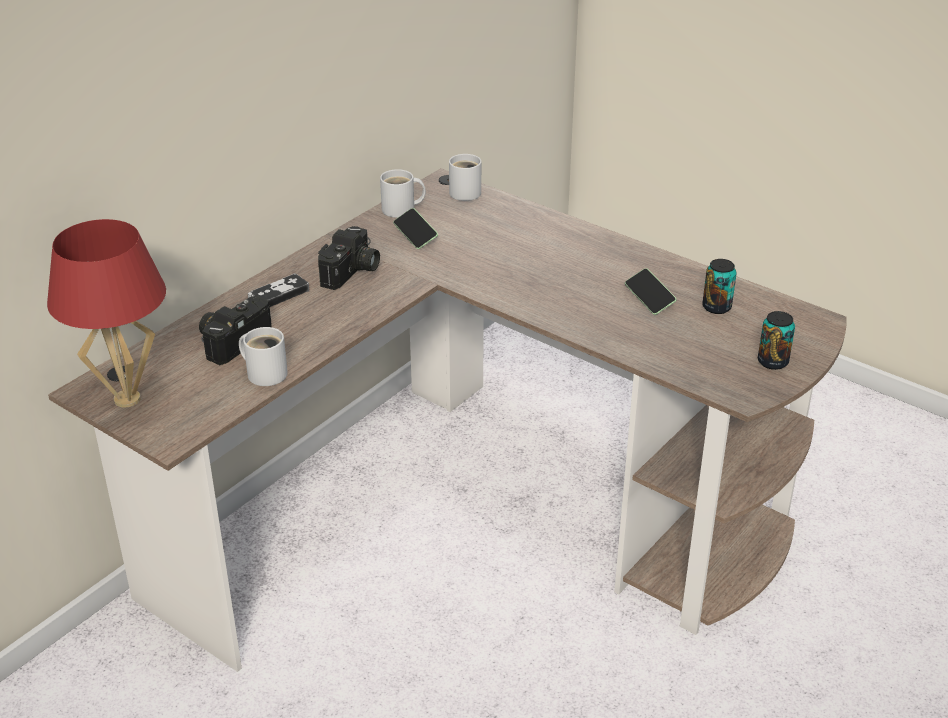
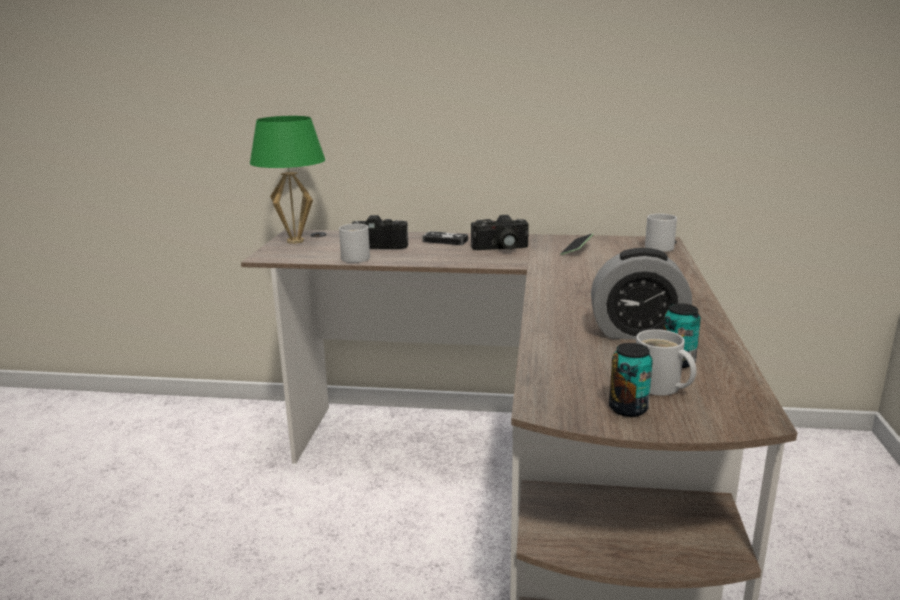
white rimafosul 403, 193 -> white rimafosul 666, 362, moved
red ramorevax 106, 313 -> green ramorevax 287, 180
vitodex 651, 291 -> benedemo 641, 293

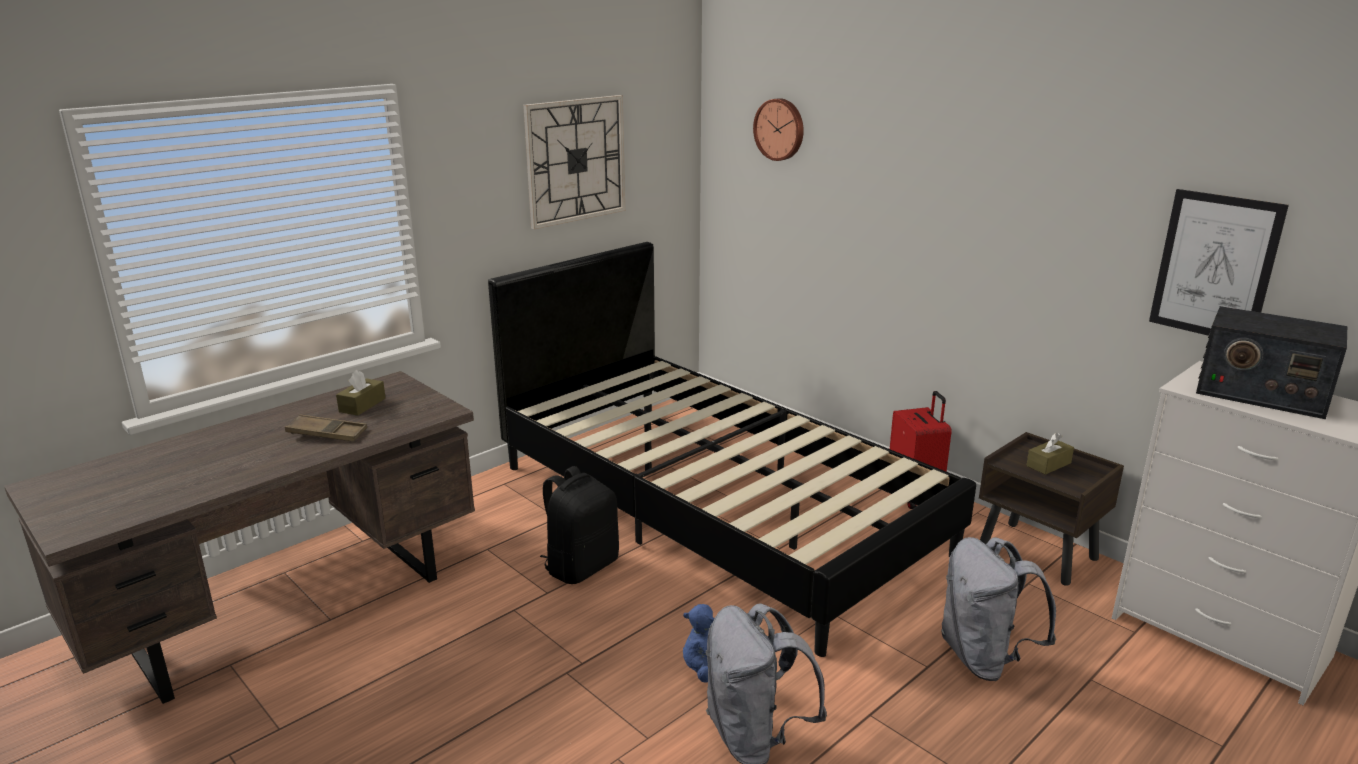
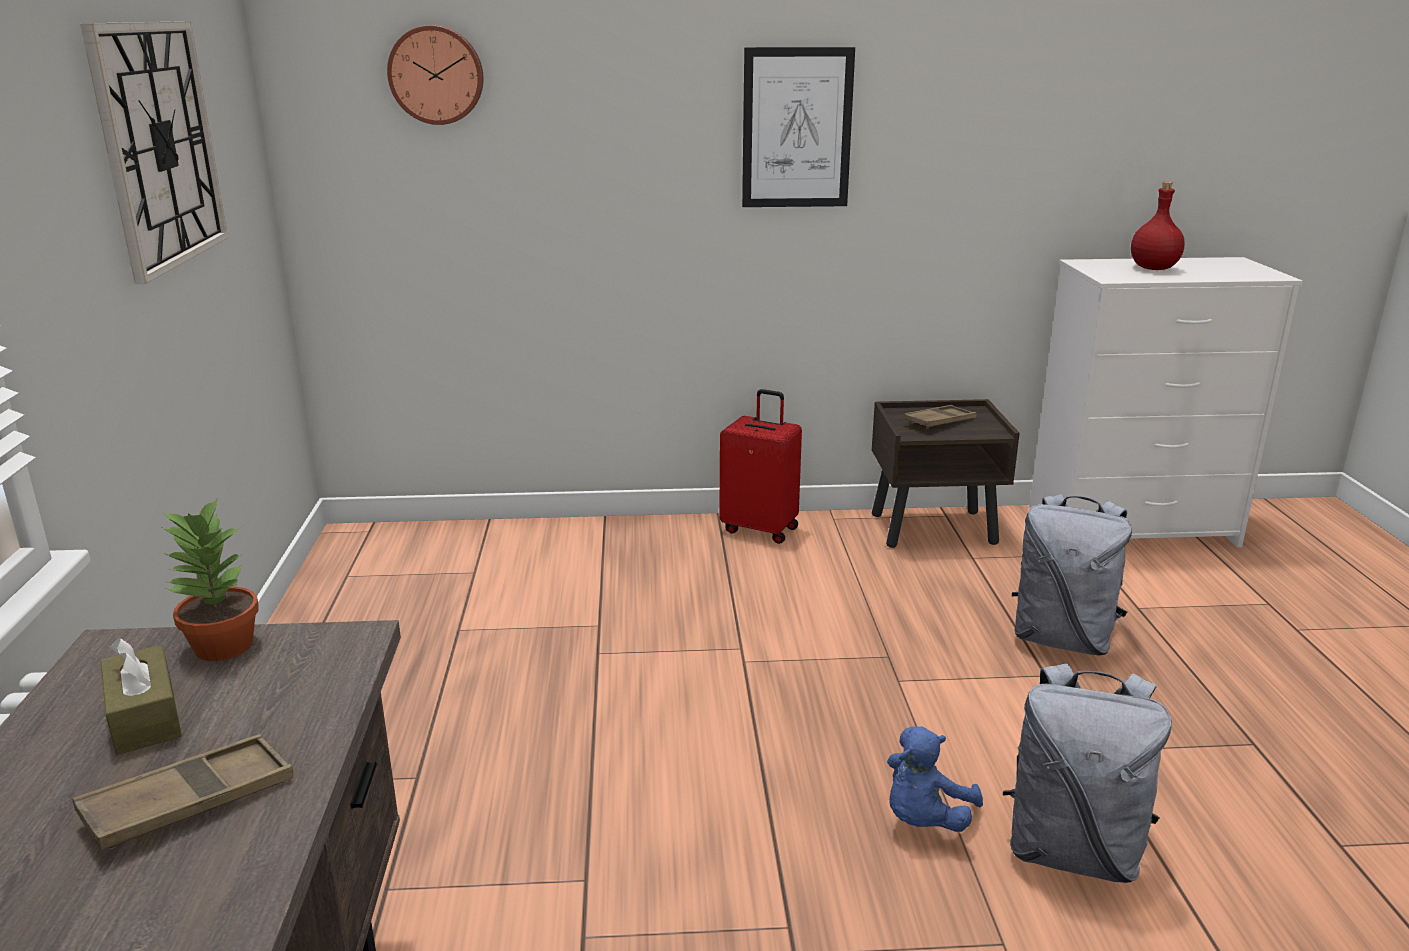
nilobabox 1219, 262 -> nilobabox 798, 127, moved
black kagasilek 732, 449 -> none
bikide 1271, 362 -> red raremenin 1158, 226
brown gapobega 1050, 454 -> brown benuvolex 940, 417
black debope 579, 525 -> none
none -> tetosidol 210, 579

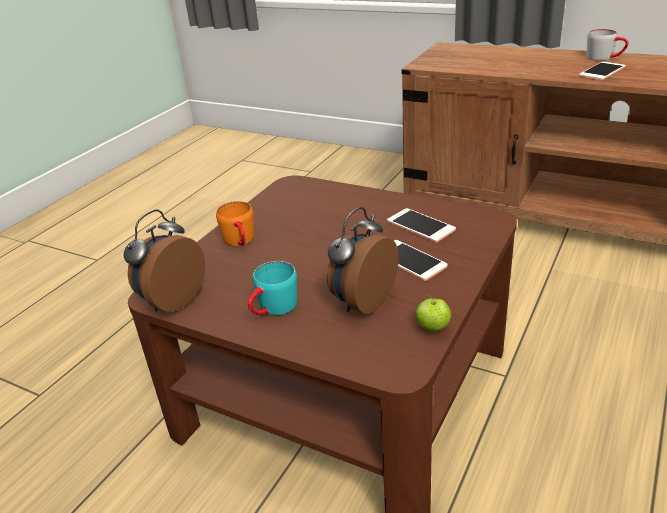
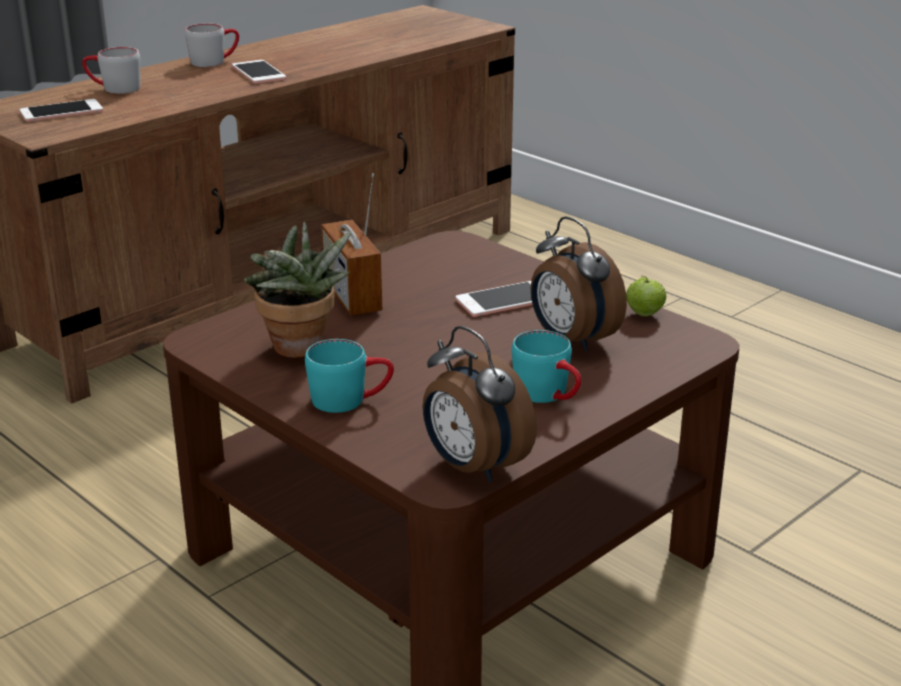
orange rimafosul 235, 223 -> turquoise rimafosul 349, 376
vitodex 421, 225 -> vitodex 61, 110, moved
none -> grey rimafosul 111, 70
none -> bikide 351, 244
none -> tetosidol 297, 290

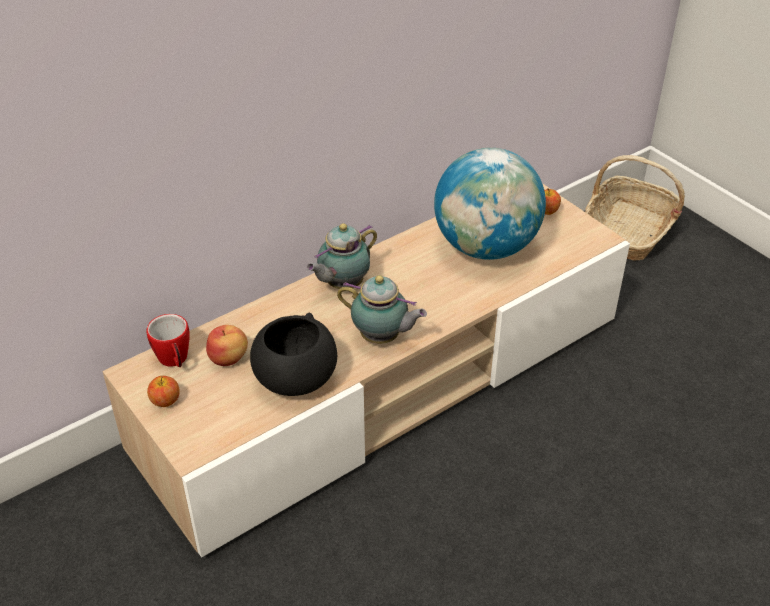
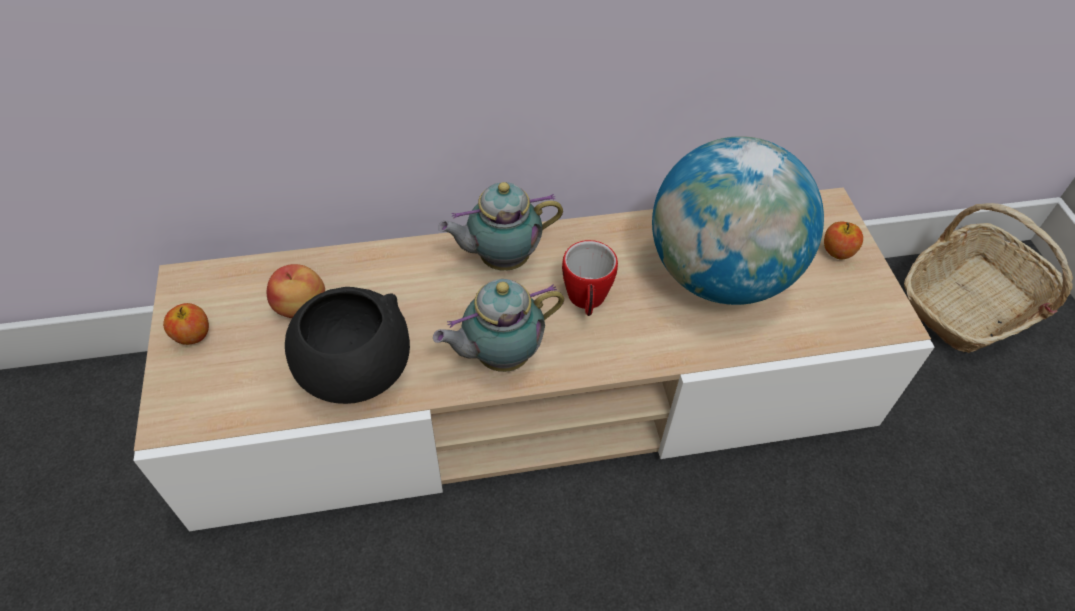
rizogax 382, 309 -> rizogax 498, 325, 105 degrees clockwise
rimafosul 168, 340 -> rimafosul 590, 278, moved

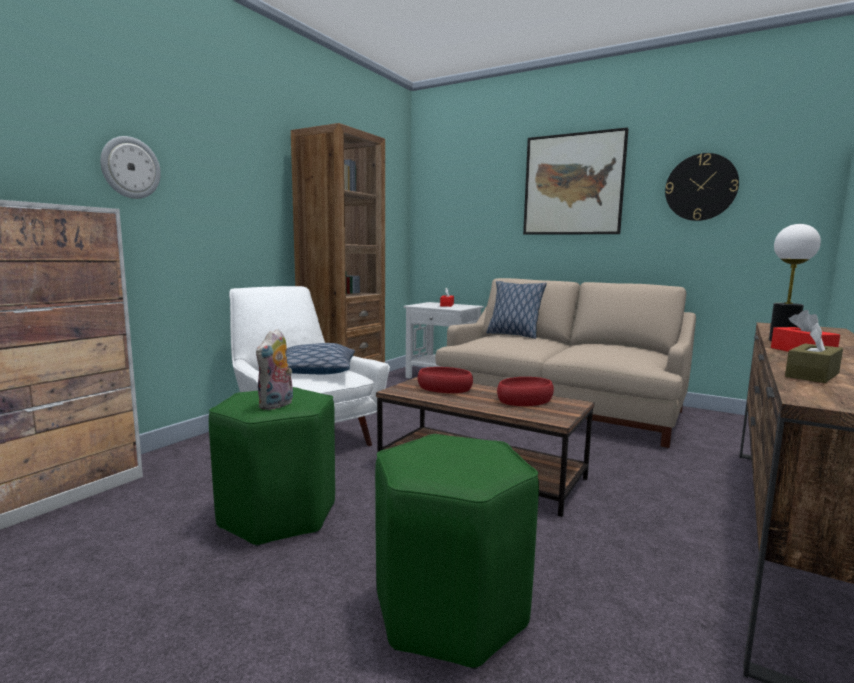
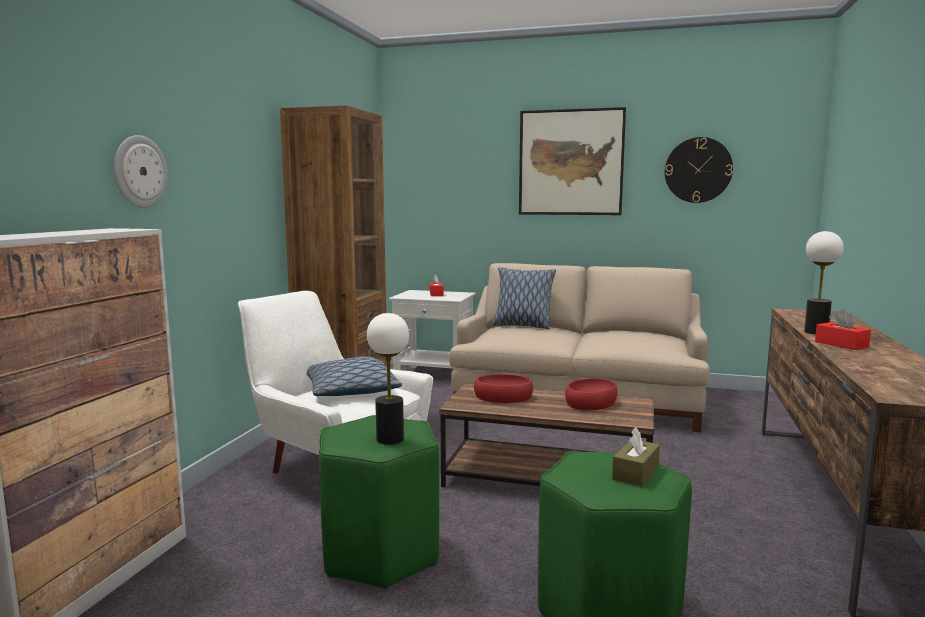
brown gapobega 814, 353 -> brown gapobega 636, 457, moved
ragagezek 274, 369 -> ramorevax 388, 379

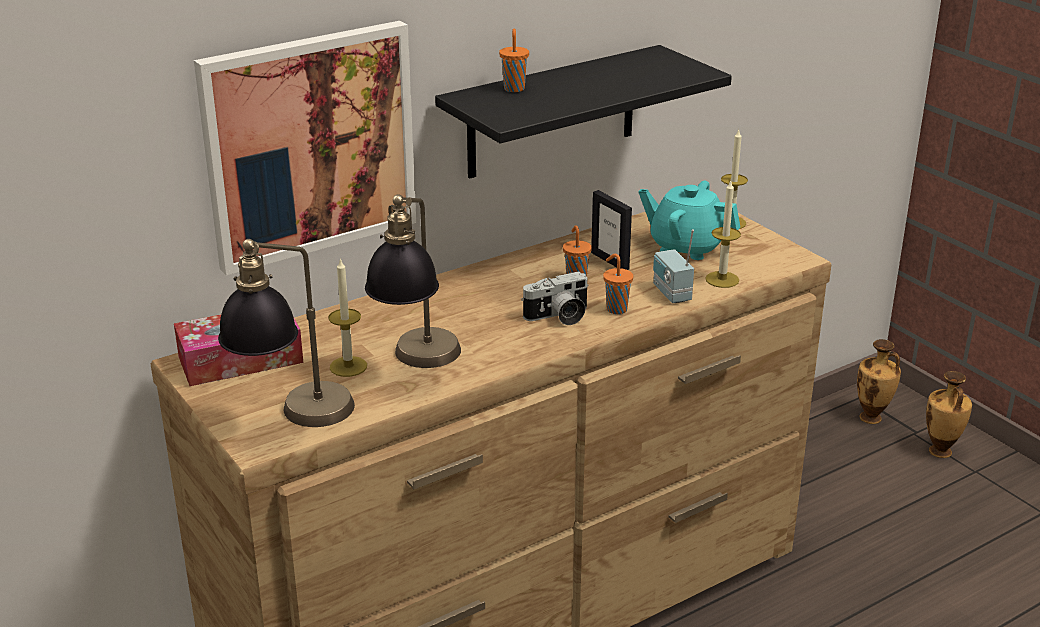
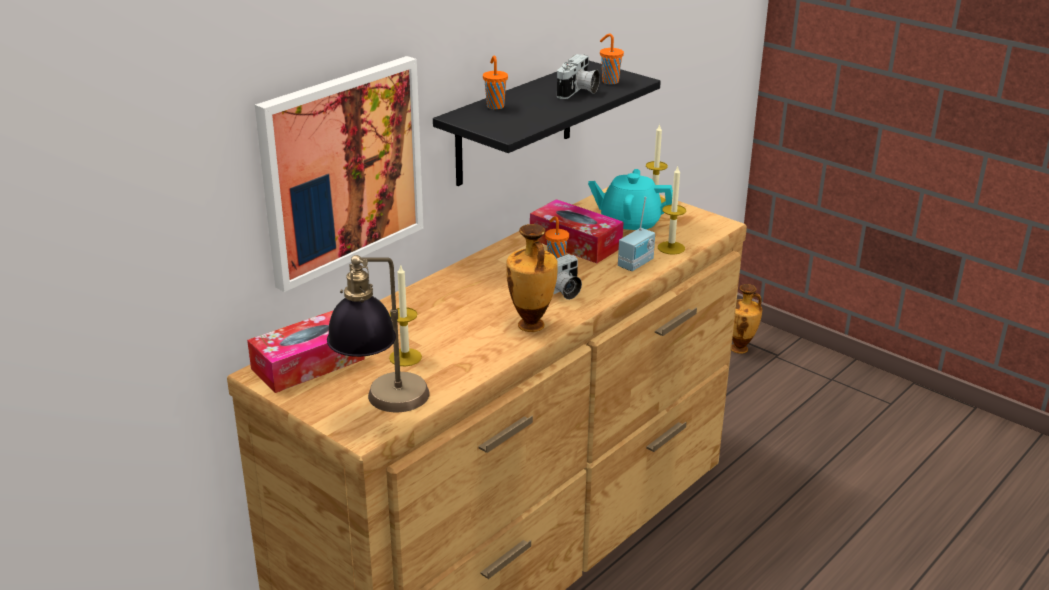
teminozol 611, 230 -> gapobega 577, 231
ramorevax 413, 281 -> none
bikide 673, 266 -> bikide 636, 234, 105 degrees counterclockwise
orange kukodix 618, 284 -> orange kukodix 612, 59, moved
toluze 949, 414 -> toluze 532, 278, moved
none -> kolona 578, 76

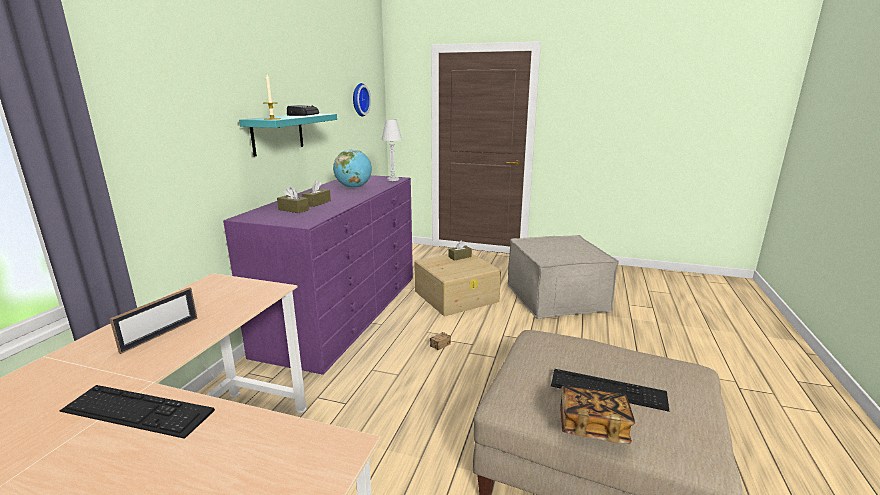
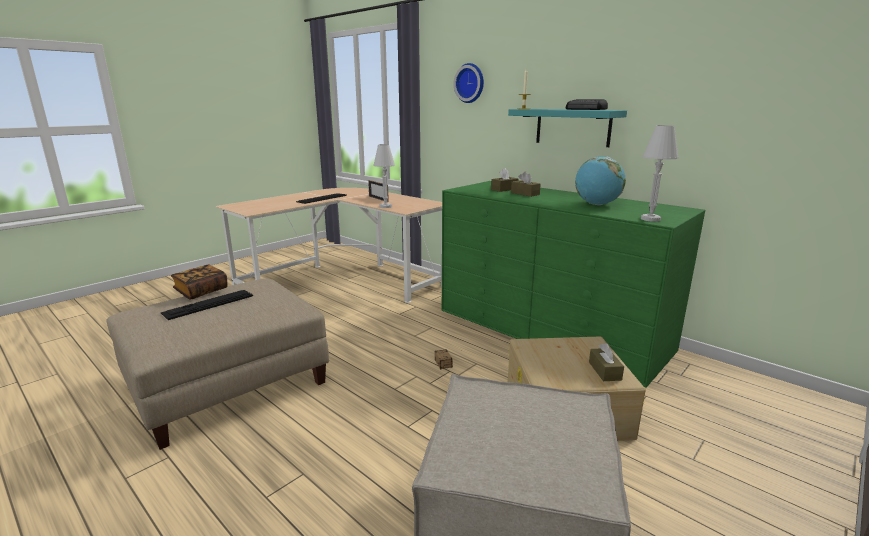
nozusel 362, 100 -> nozusel 469, 83, moved
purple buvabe 318, 275 -> green buvabe 573, 284
none -> white ramorevax 384, 176

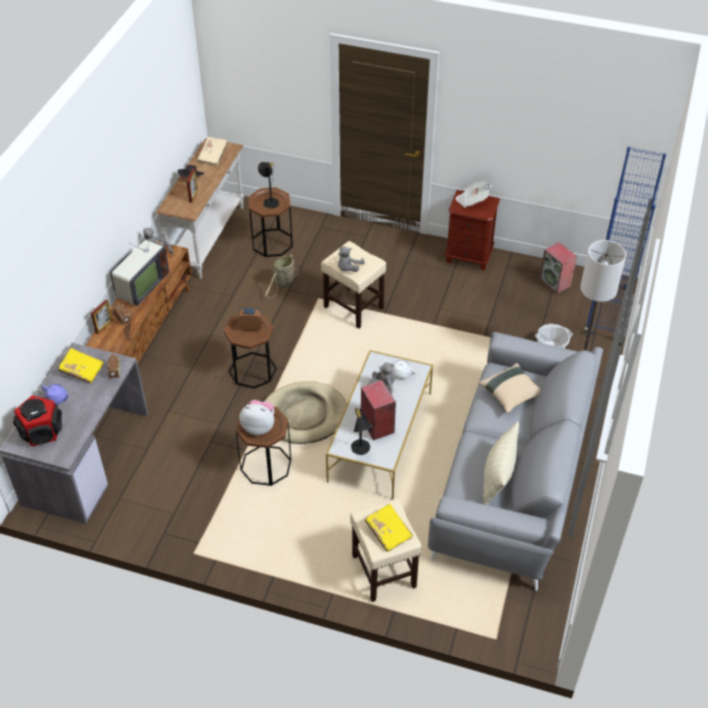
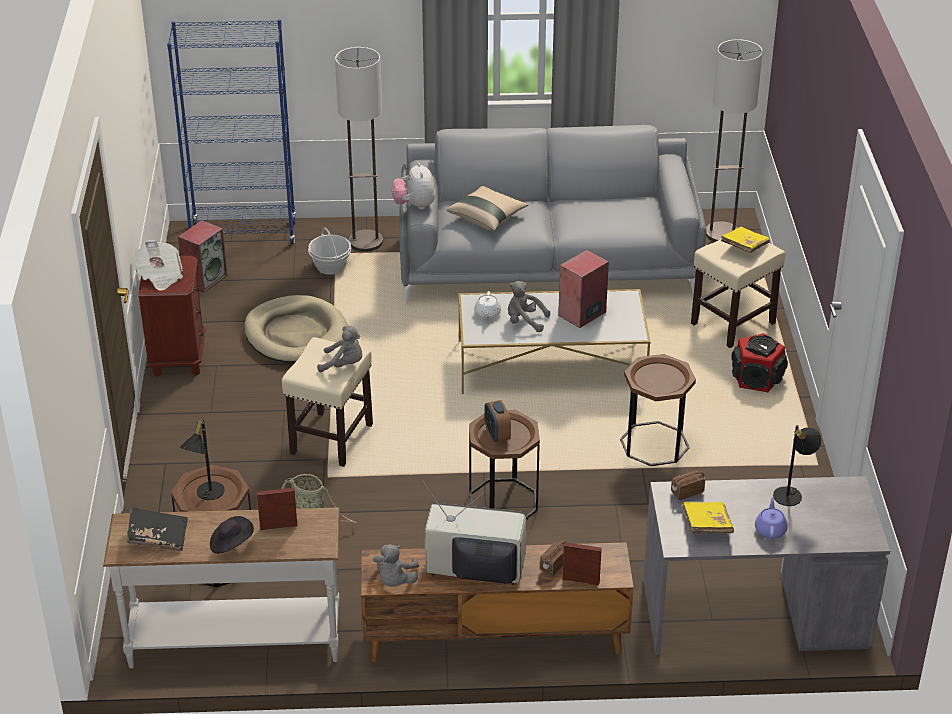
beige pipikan 212, 151 -> black pipikan 157, 529
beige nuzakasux 305, 412 -> beige nuzakasux 296, 329, moved
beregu 37, 420 -> beregu 759, 362, moved
ragagezek 256, 417 -> ragagezek 414, 186, moved
black ramorevax 361, 430 -> black ramorevax 797, 465, moved
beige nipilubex 501, 463 -> none
none -> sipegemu 734, 140

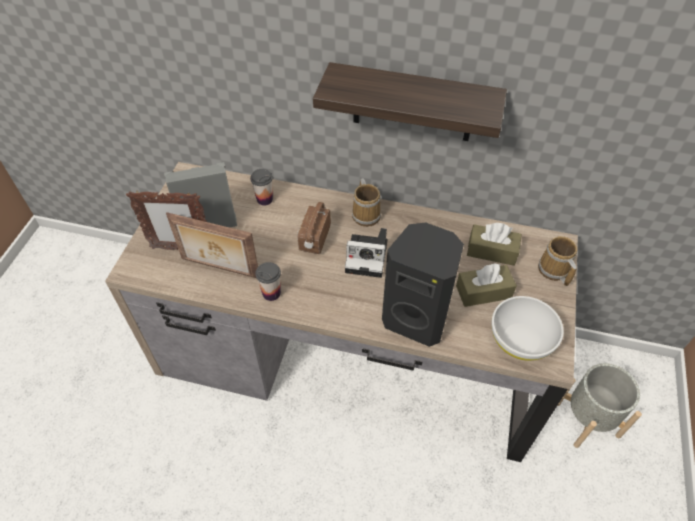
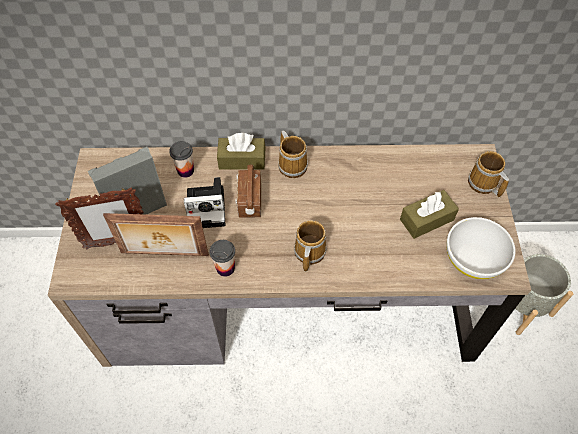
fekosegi 410, 101 -> none
black beregu 423, 285 -> none
brown gapobega 494, 244 -> brown gapobega 241, 151, moved
kolona 366, 253 -> kolona 205, 202, moved
none -> rimafosul 310, 246

